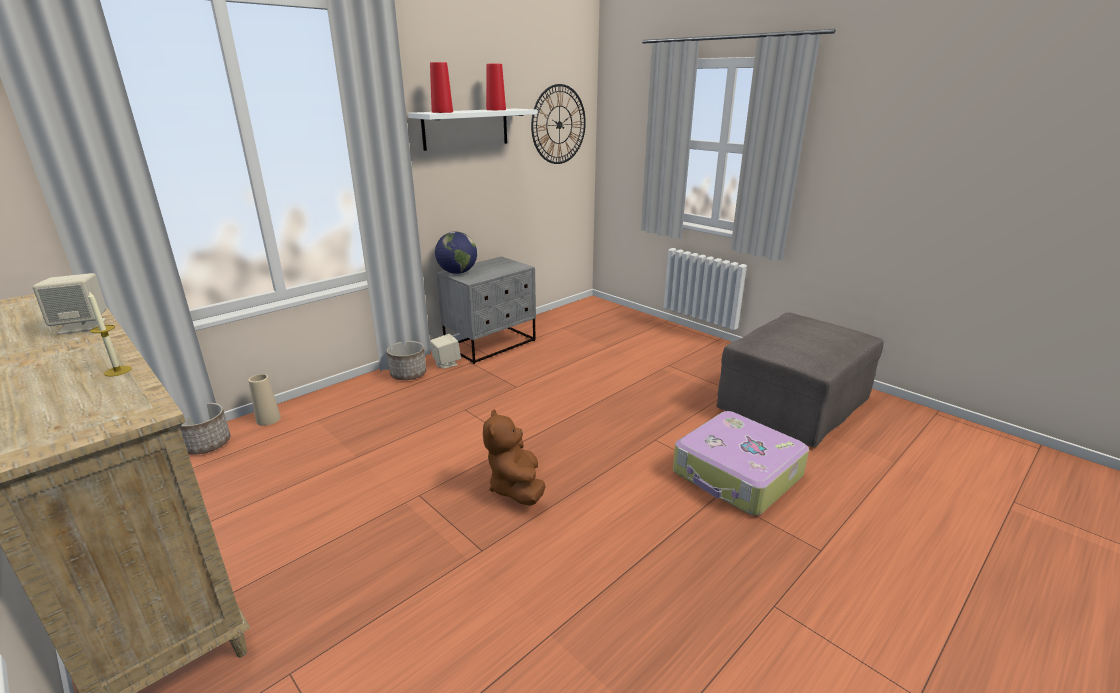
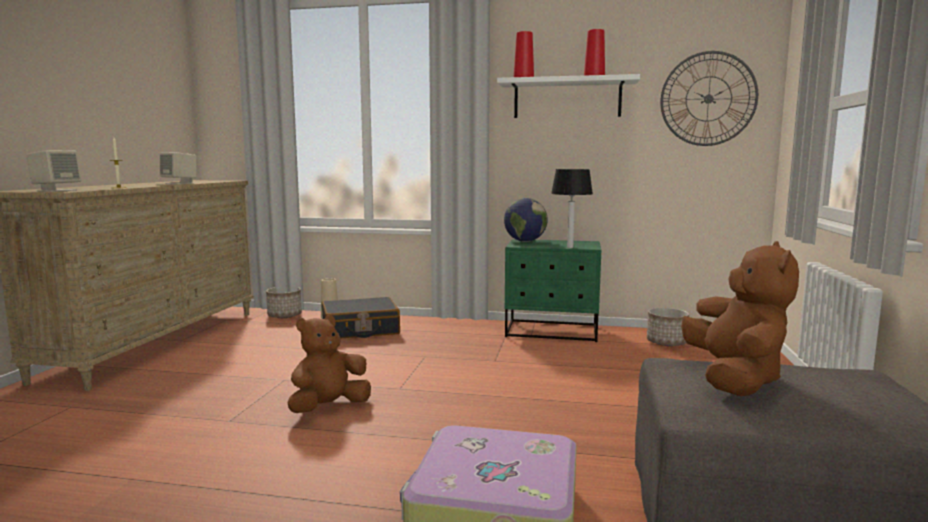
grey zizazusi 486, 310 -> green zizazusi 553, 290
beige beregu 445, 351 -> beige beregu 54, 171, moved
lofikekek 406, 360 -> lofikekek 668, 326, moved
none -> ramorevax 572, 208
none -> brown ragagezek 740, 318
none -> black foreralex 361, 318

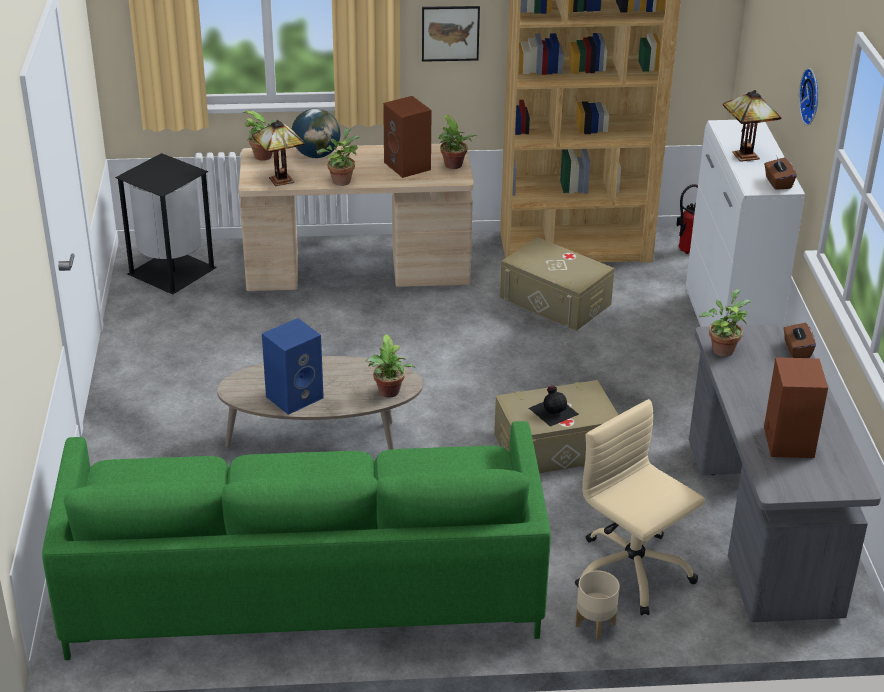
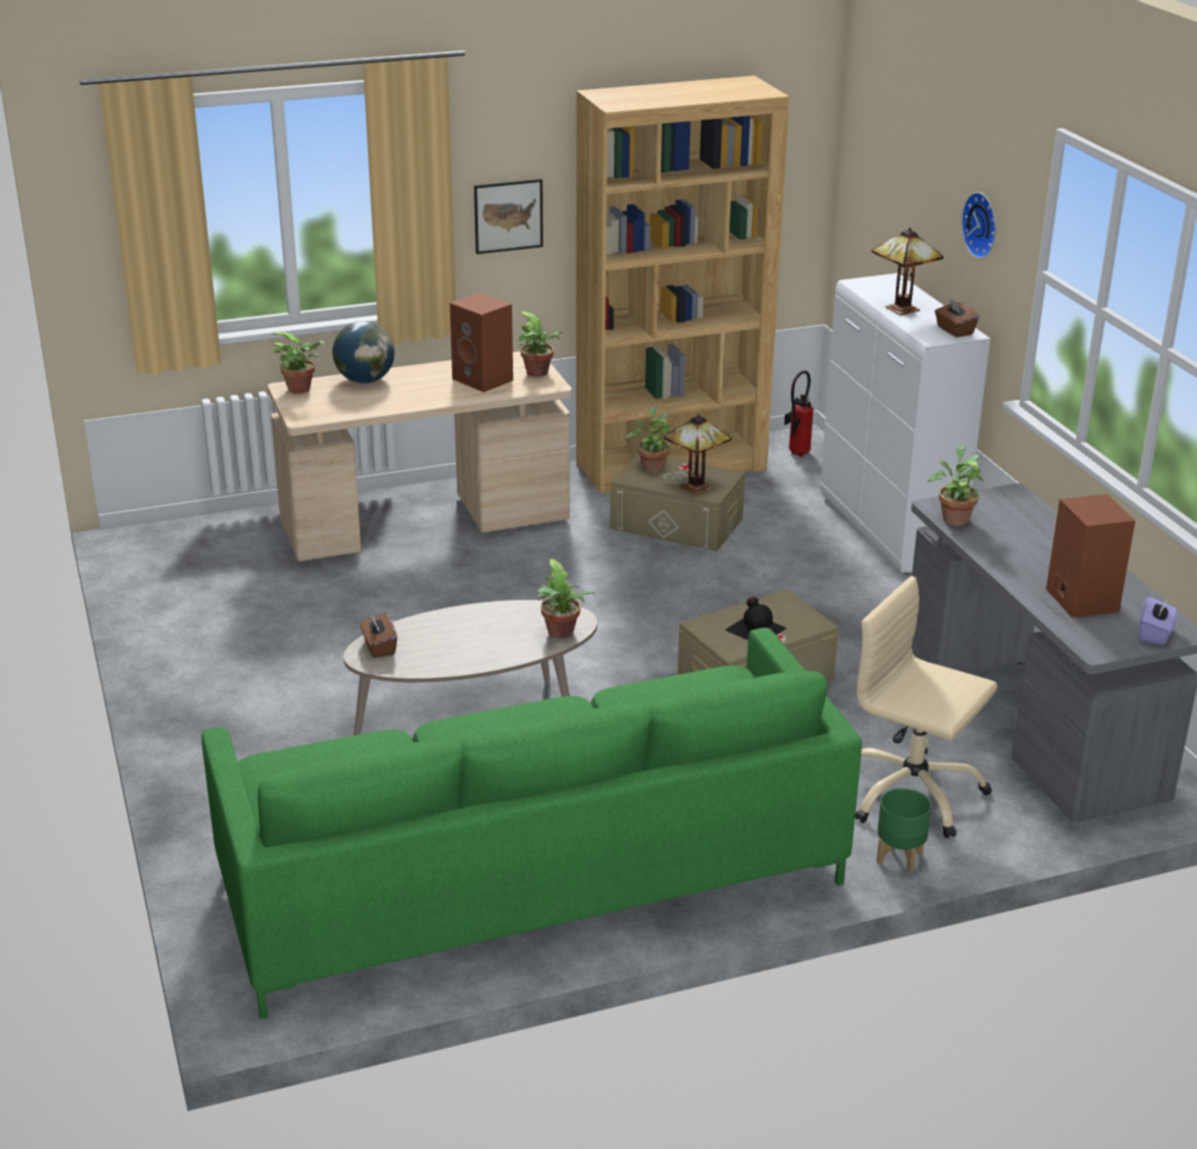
ramorevax 278, 153 -> ramorevax 697, 454, moved
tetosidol 338, 157 -> tetosidol 648, 440, moved
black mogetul 166, 224 -> none
blue beregu 293, 366 -> none
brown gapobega 799, 340 -> brown gapobega 378, 635, moved
beige lofikekek 597, 605 -> green lofikekek 904, 830
none -> purple gapobega 1158, 621

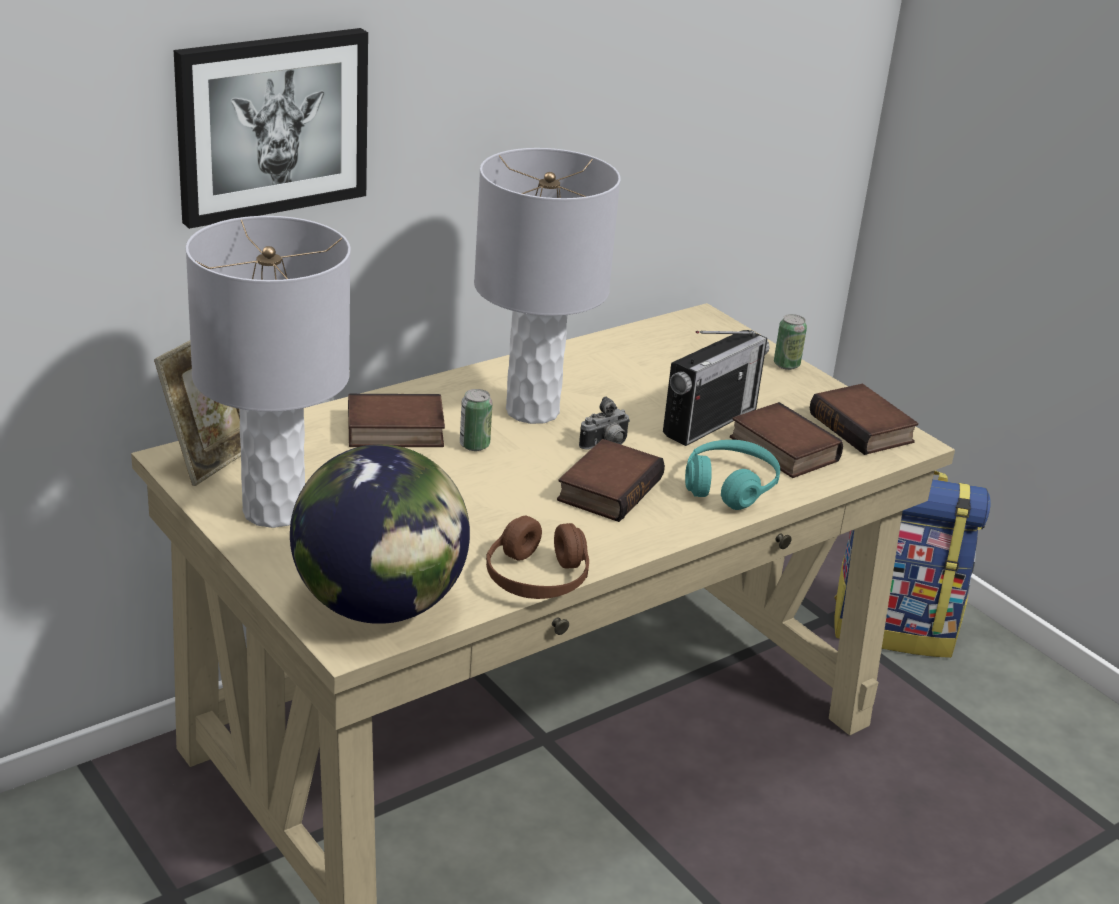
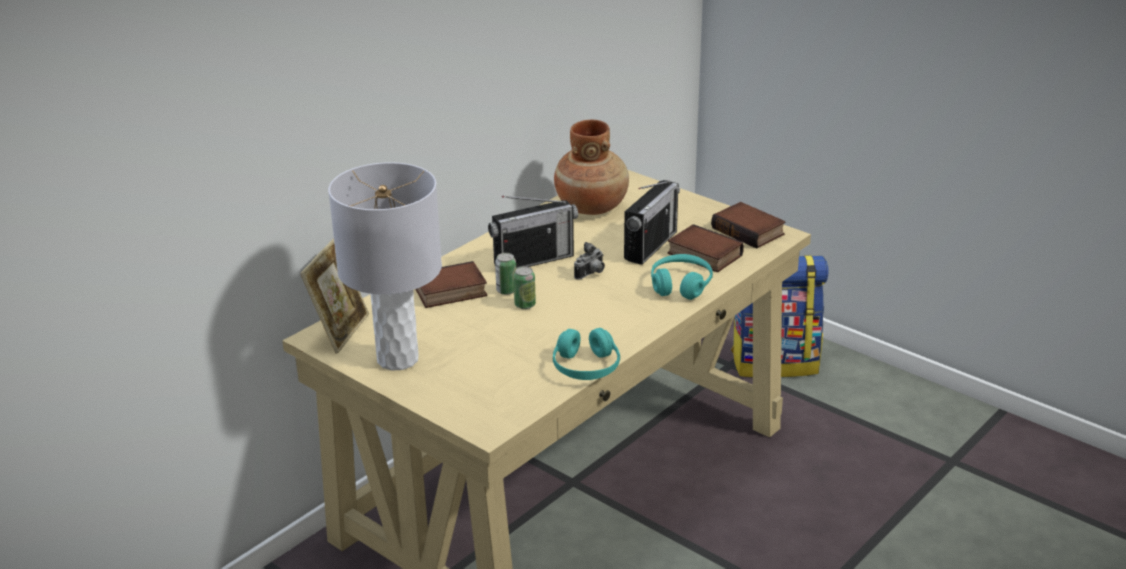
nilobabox 271, 128 -> none
grey ramorevax 547, 286 -> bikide 533, 232
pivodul 790, 342 -> pivodul 525, 287, moved
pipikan 611, 480 -> none
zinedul 380, 534 -> none
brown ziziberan 537, 557 -> turquoise ziziberan 586, 354
none -> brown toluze 591, 167

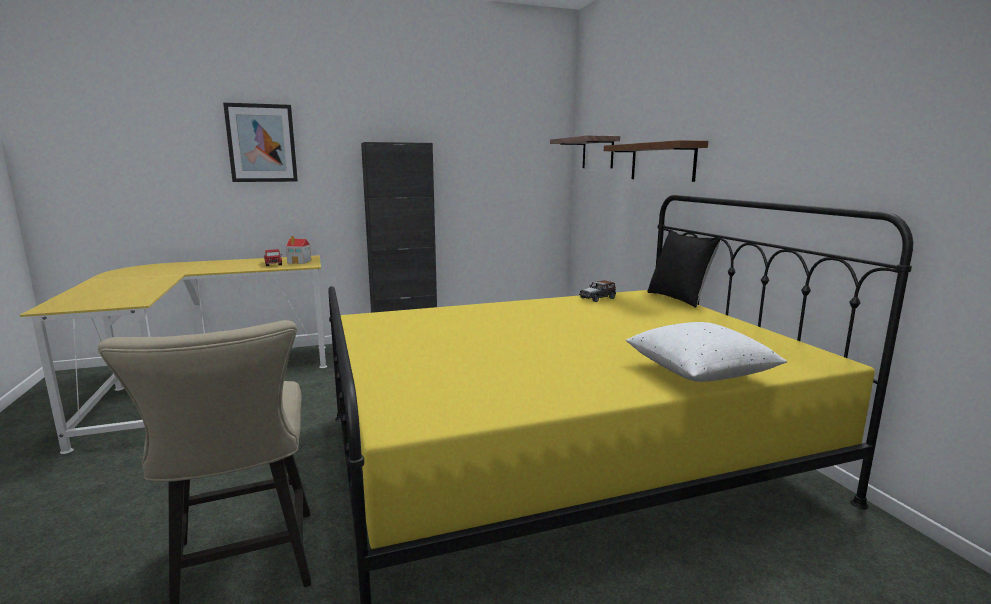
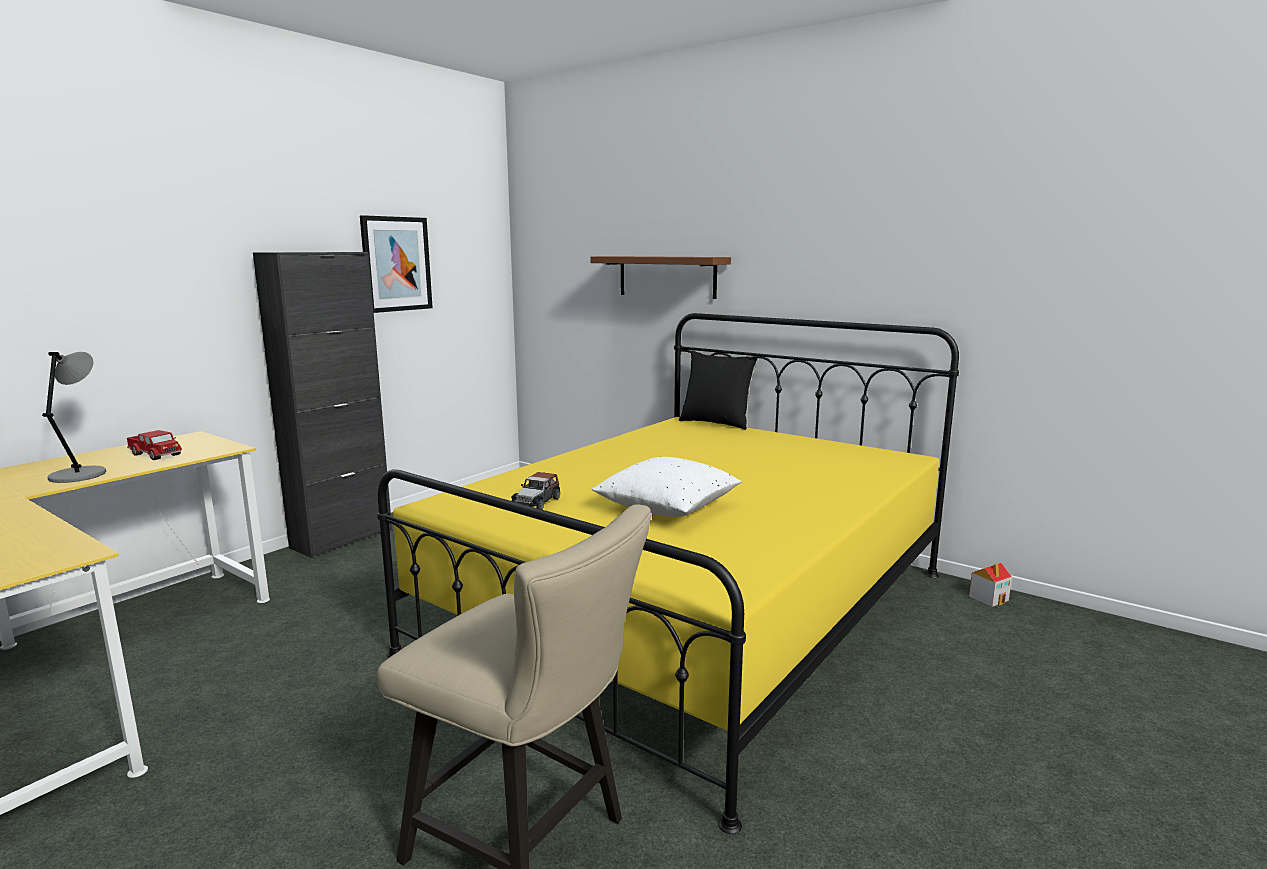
nilobabox 260, 142 -> nilobabox 396, 264, moved
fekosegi 585, 152 -> none
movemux 298, 250 -> movemux 990, 585, moved
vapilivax 597, 291 -> vapilivax 535, 490, moved
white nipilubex 706, 352 -> white nipilubex 667, 487, moved
none -> grey ramorevax 74, 417

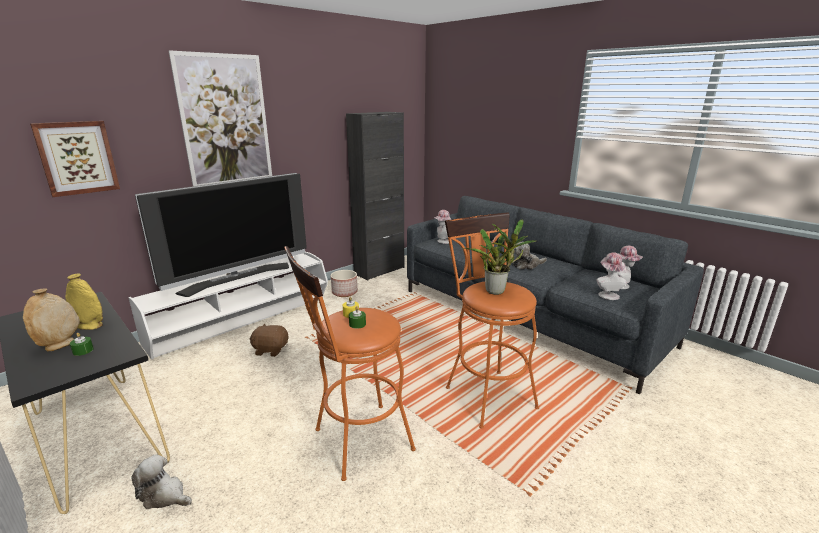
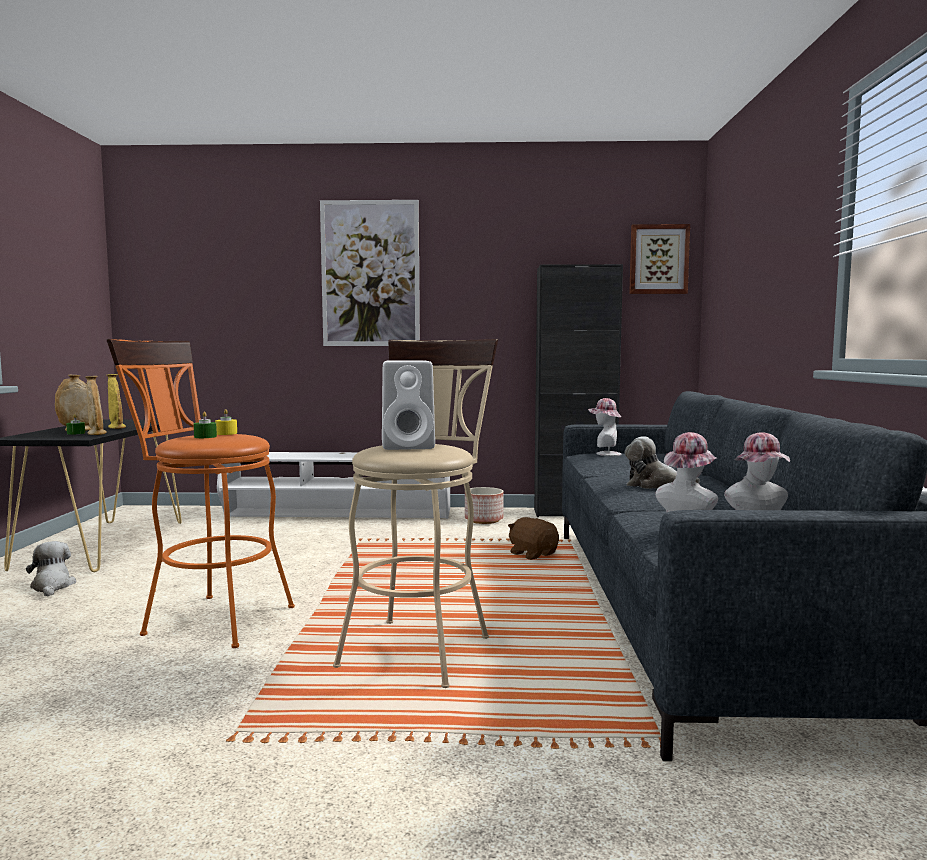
nilobabox 75, 159 -> nilobabox 659, 259, moved
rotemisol 221, 235 -> none
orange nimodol 492, 320 -> beige nimodol 415, 513
tetosidol 499, 257 -> white beregu 408, 405
brown ragagezek 269, 340 -> brown ragagezek 533, 538, moved
none -> beige toluze 96, 405

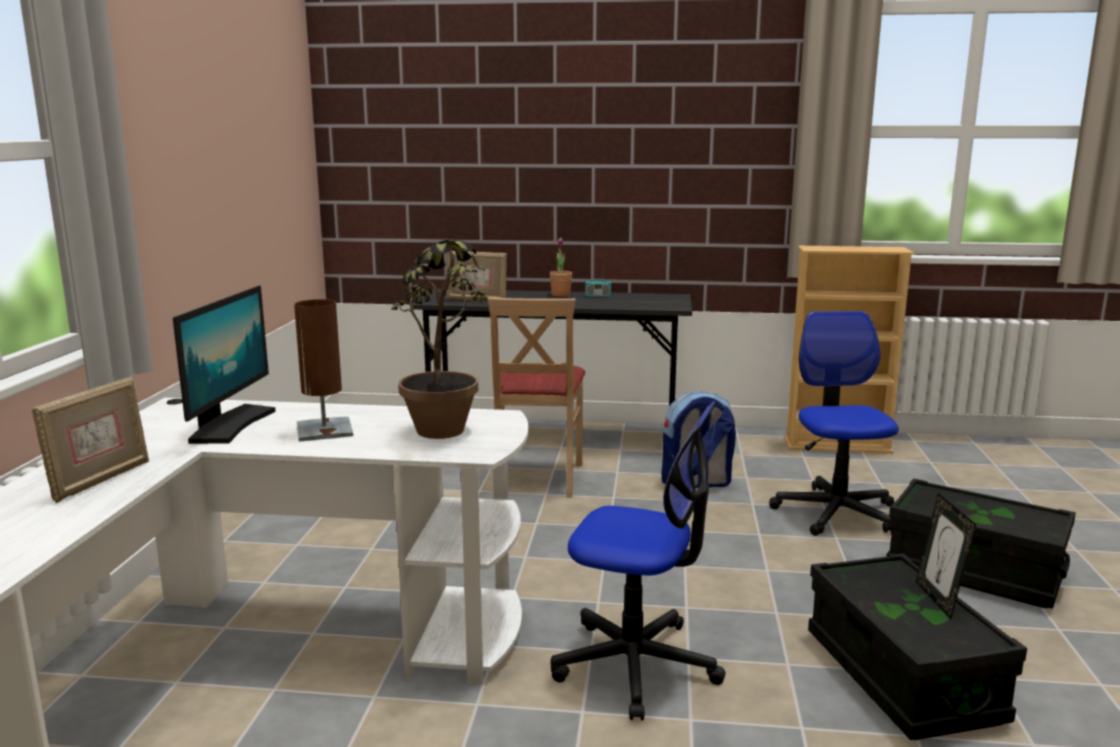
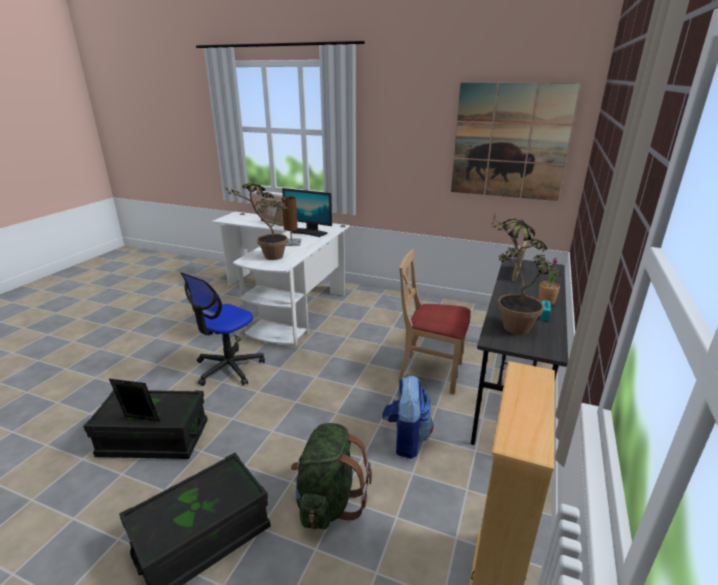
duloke 834, 423 -> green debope 331, 476
none -> nilobabox 515, 142
none -> tetosidol 526, 274

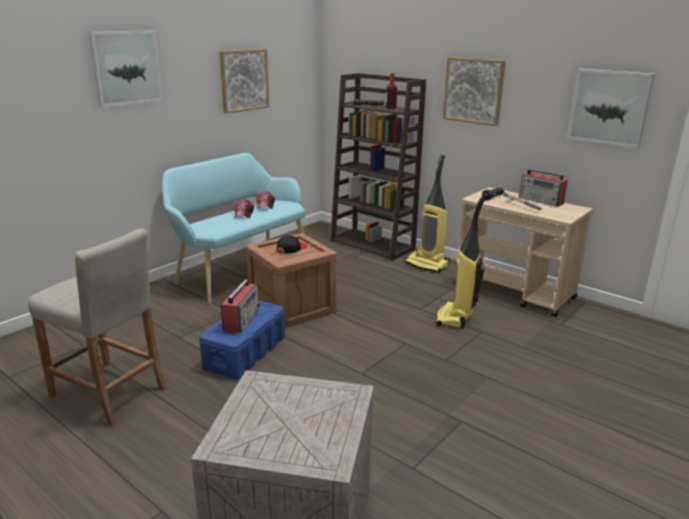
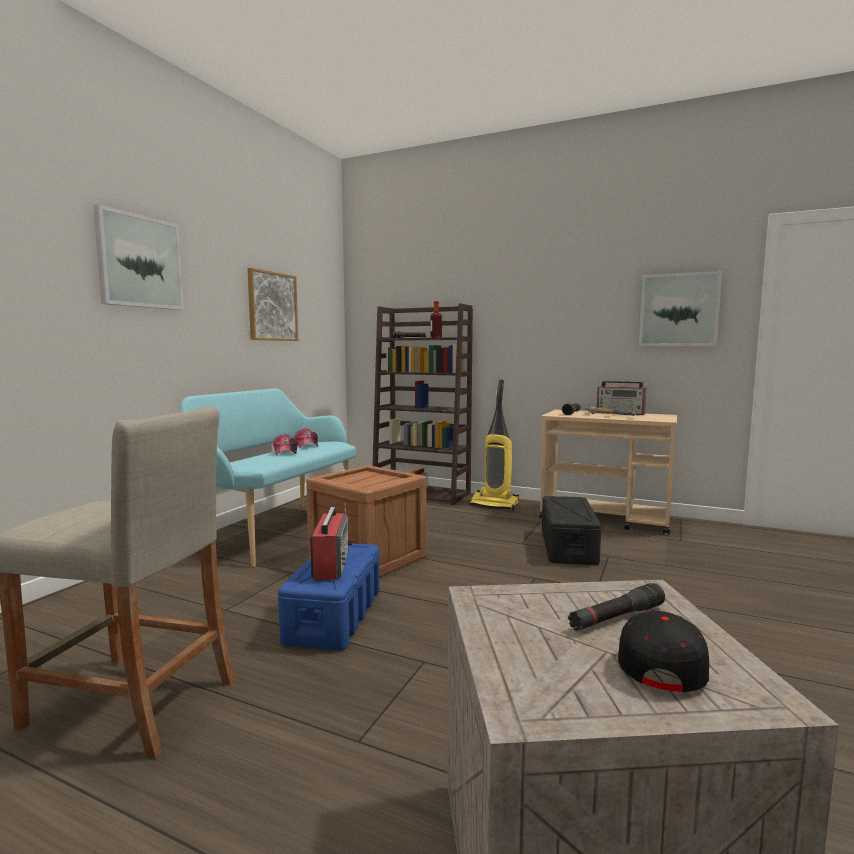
nilobabox 474, 91 -> none
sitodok 462, 260 -> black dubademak 571, 530
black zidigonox 292, 244 -> black zidigonox 663, 651, moved
none -> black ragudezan 616, 607

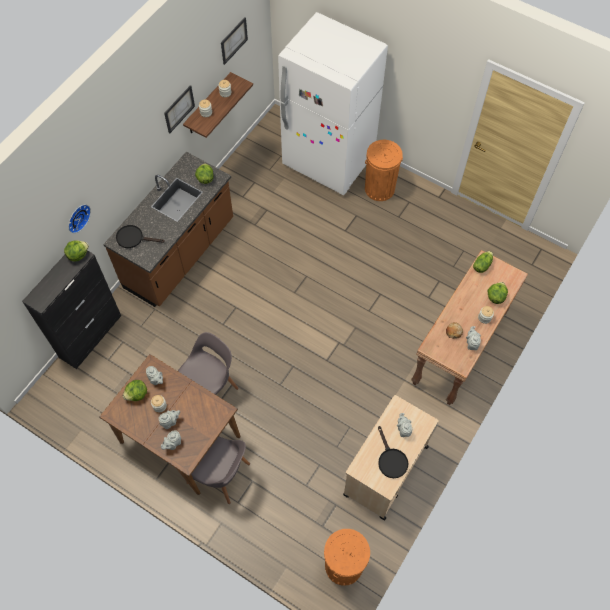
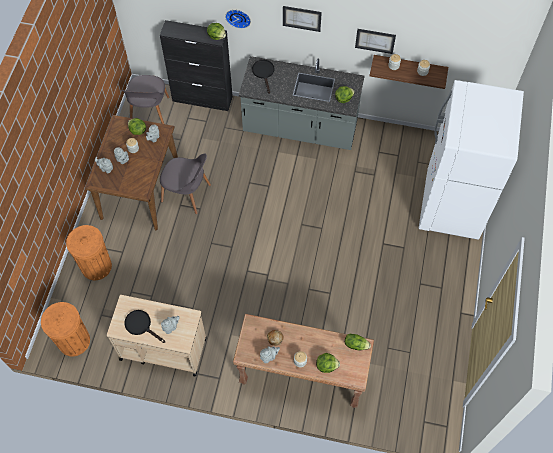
nilobabox 234, 41 -> nilobabox 302, 19, moved
orange mogetul 384, 170 -> orange mogetul 89, 252, moved
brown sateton 168, 229 -> grey sateton 301, 103
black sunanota 393, 452 -> black sunanota 144, 326, 75 degrees clockwise
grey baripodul 218, 470 -> grey baripodul 145, 99, moved

